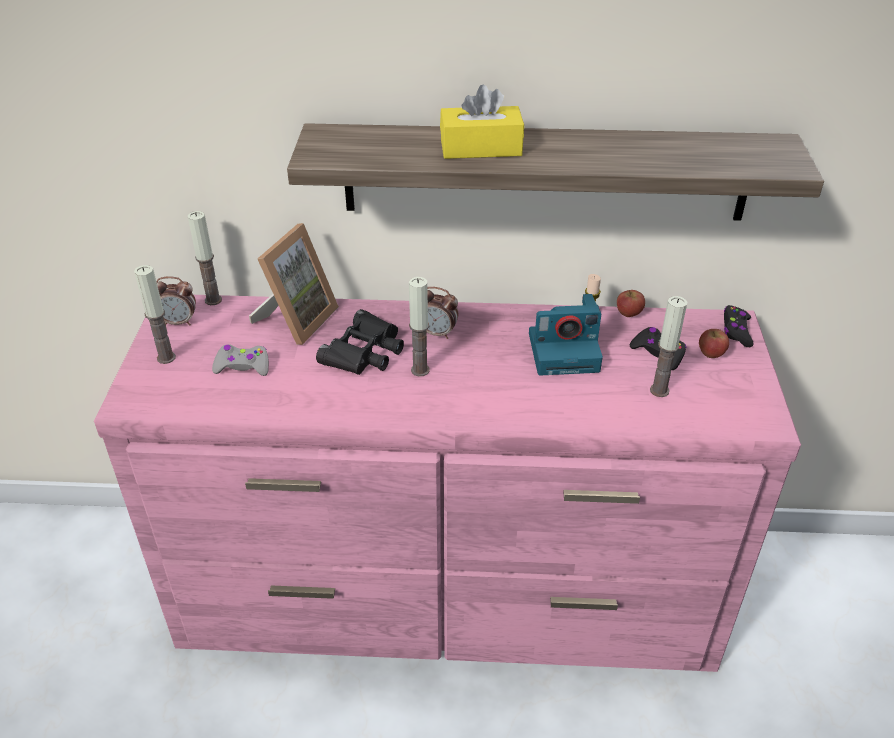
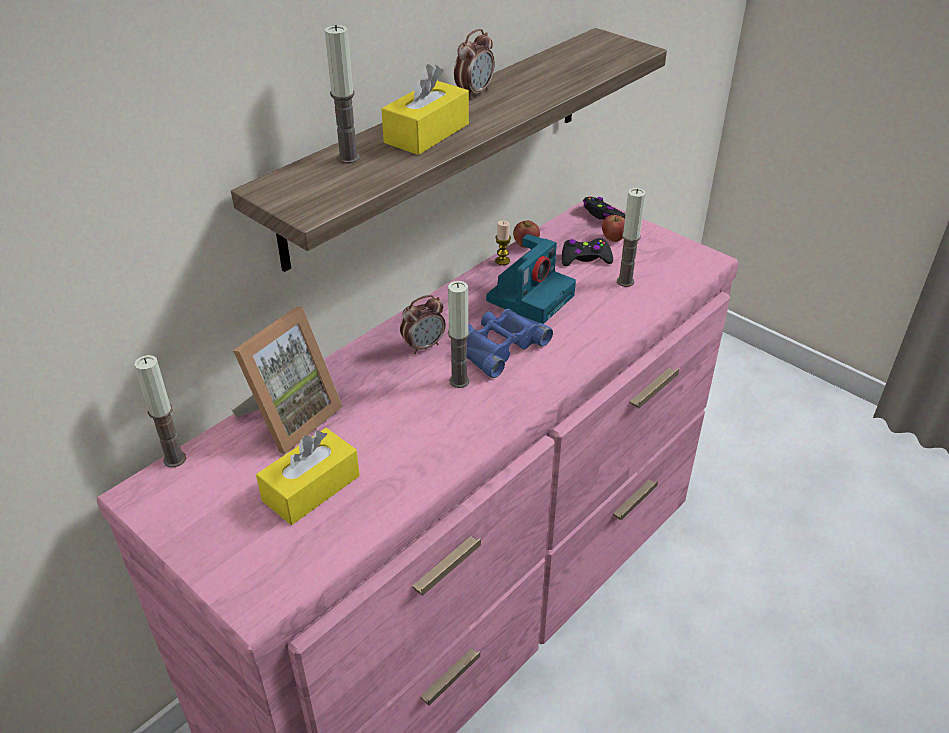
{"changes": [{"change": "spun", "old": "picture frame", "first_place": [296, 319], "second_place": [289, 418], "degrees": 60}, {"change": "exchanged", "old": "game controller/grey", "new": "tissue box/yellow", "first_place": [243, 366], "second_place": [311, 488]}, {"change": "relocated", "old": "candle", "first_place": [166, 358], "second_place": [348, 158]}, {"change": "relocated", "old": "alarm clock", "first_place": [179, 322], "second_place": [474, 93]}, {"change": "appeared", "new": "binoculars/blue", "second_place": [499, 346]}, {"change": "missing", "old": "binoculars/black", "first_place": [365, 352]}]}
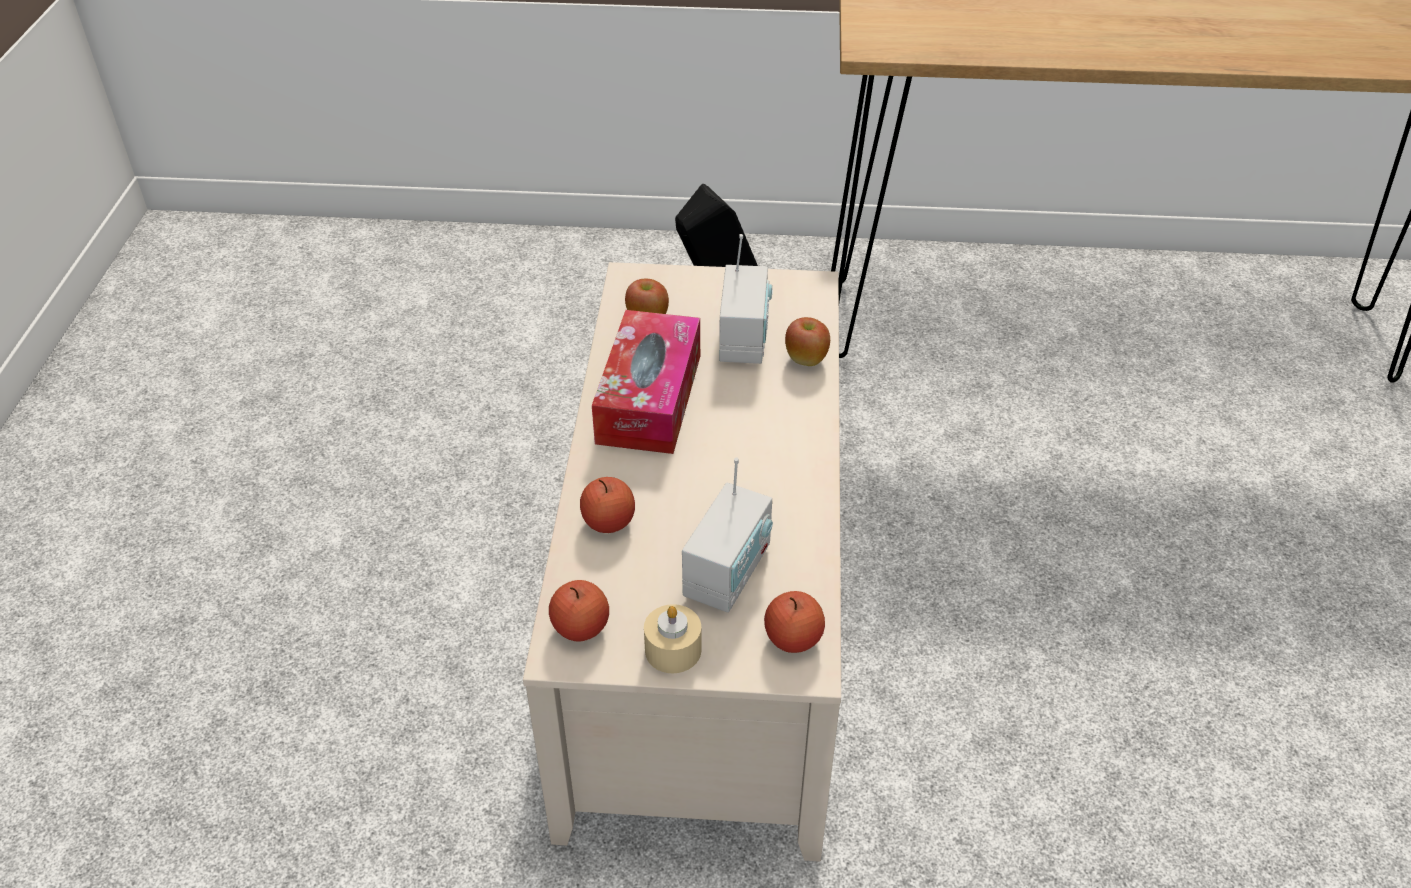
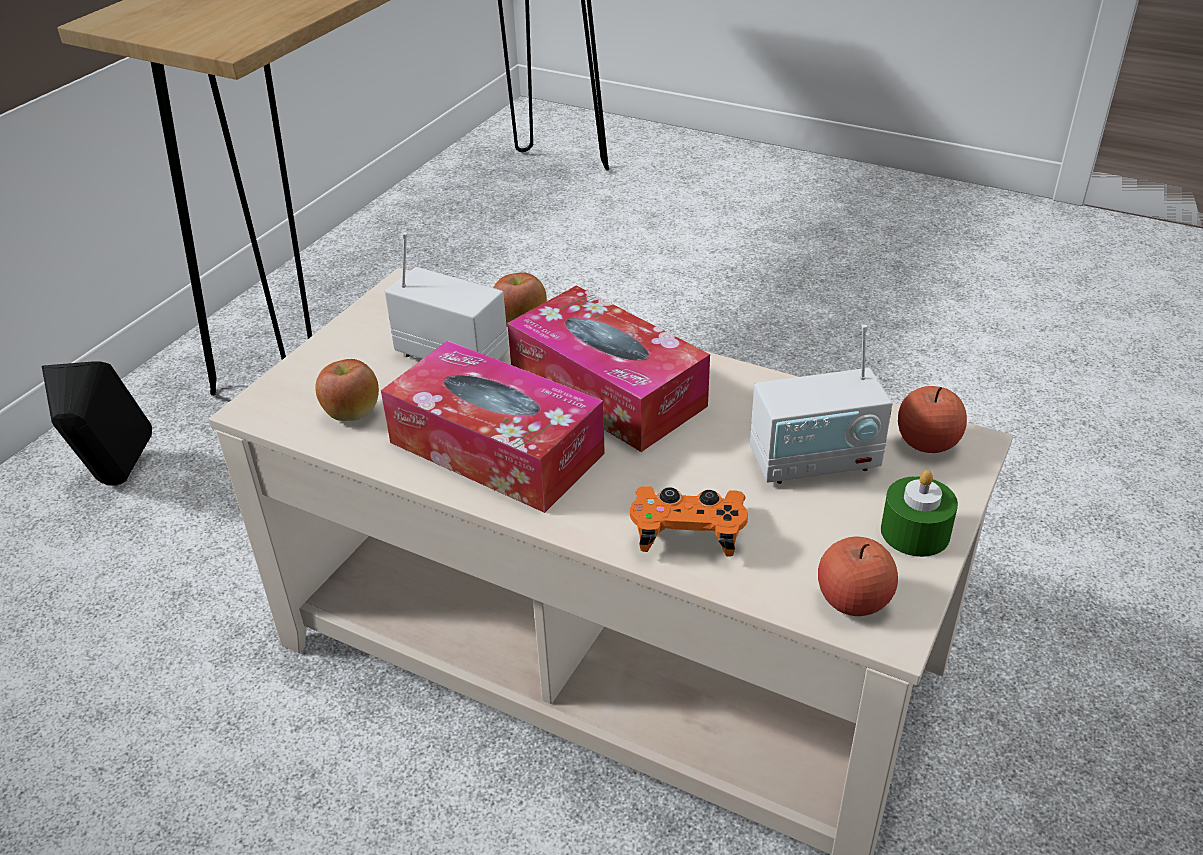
{"changes": [{"change": "appeared", "new": "tissue box", "second_place": [607, 389]}, {"change": "exchanged", "old": "apple", "new": "game controller/orange", "first_place": [608, 522], "second_place": [688, 533]}, {"change": "spun", "old": "radio", "first_place": [728, 573], "second_place": [815, 461], "degrees": 120}, {"change": "colour", "old": "candle/beige", "new": "candle/green", "first_place": [673, 650], "second_place": [915, 532]}]}
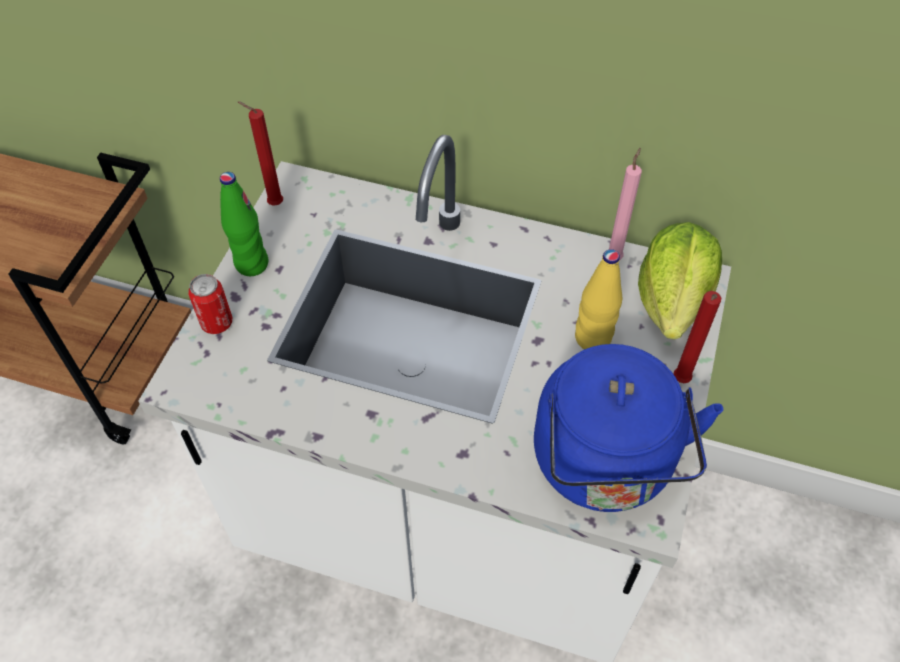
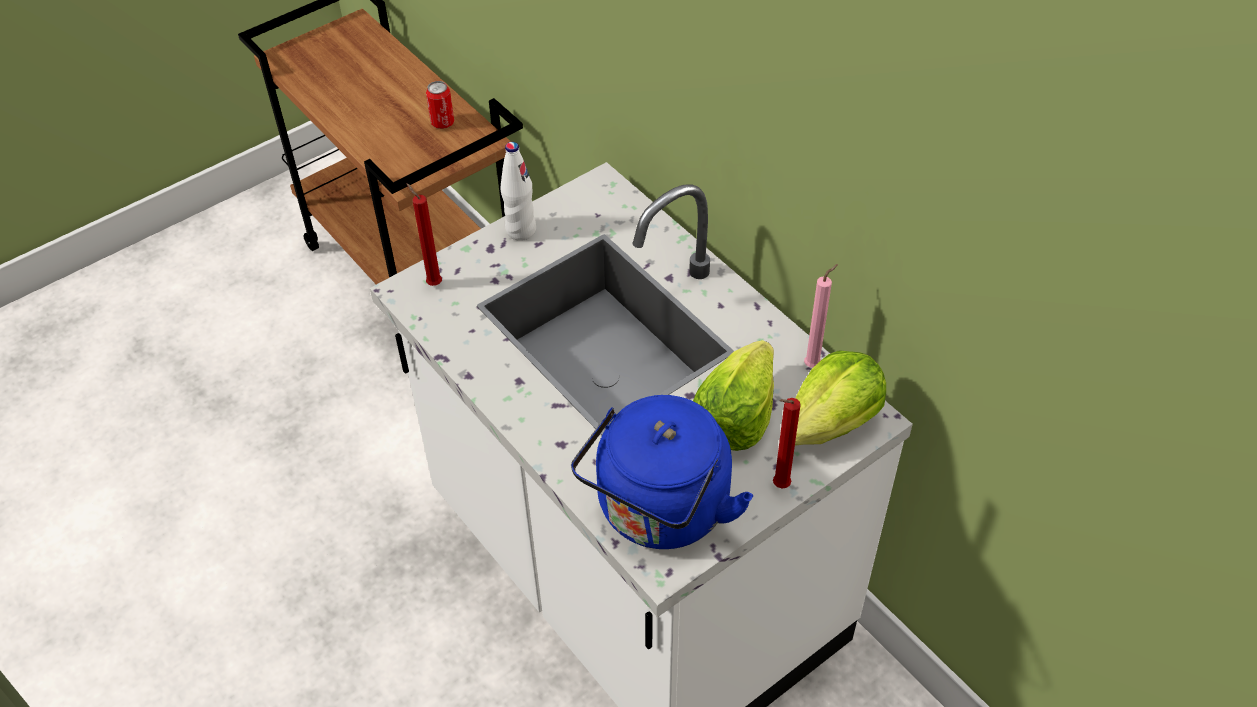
{"changes": [{"change": "relocated", "old": "candle/red", "first_place": [273, 204], "second_place": [432, 283]}, {"change": "relocated", "old": "can", "first_place": [217, 323], "second_place": [442, 123]}, {"change": "colour", "old": "bottle/green", "new": "bottle/white", "first_place": [251, 264], "second_place": [521, 230]}, {"change": "exchanged", "old": "bottle/yellow", "new": "lettuce", "first_place": [592, 338], "second_place": [736, 417]}]}
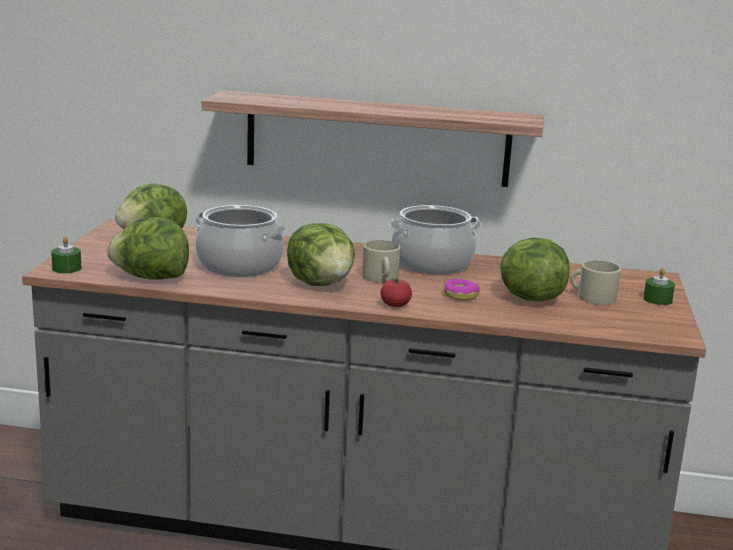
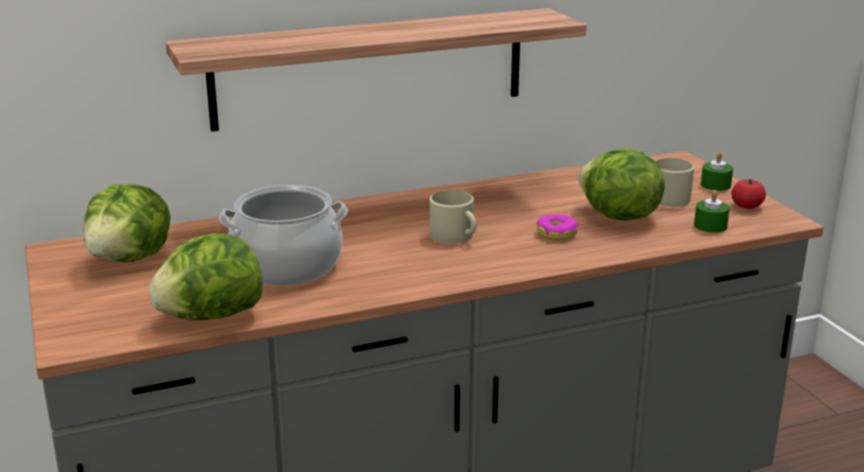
{"changes": [{"change": "relocated", "old": "candle/green", "first_place": [67, 268], "second_place": [710, 226]}, {"change": "relocated", "old": "tomato", "first_place": [395, 305], "second_place": [746, 206]}, {"change": "missing", "old": "lettuce", "first_place": [321, 283]}, {"change": "missing", "old": "cooking pot", "first_place": [432, 264]}]}
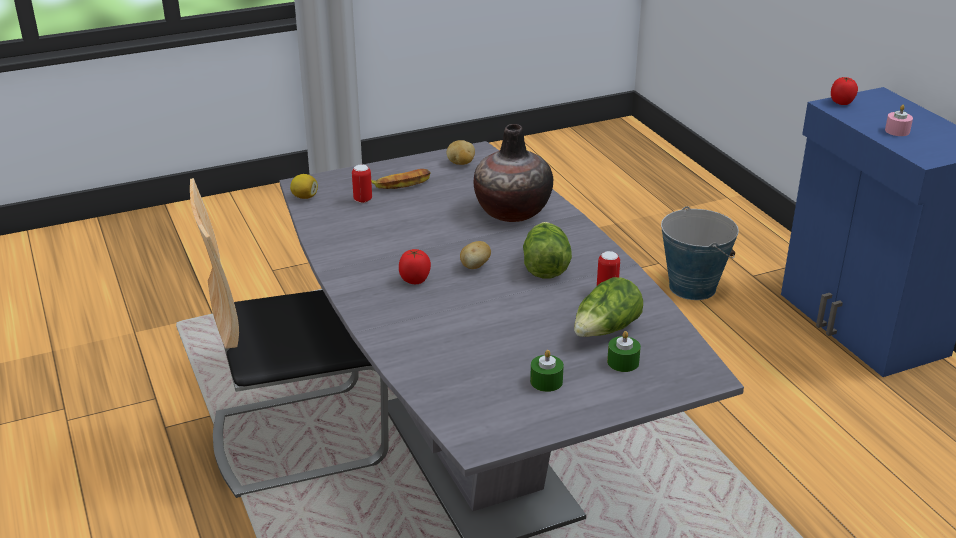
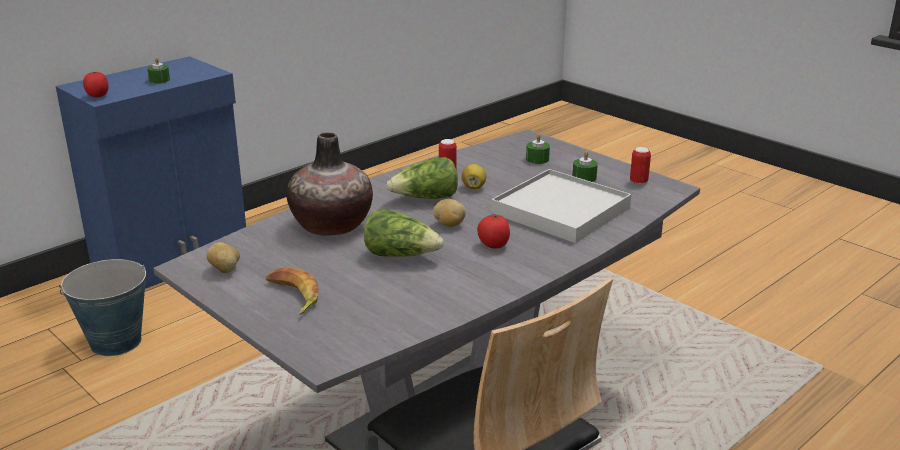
{"changes": [{"change": "colour", "old": "candle/pink", "new": "candle/green", "first_place": [897, 131], "second_place": [159, 80]}, {"change": "relocated", "old": "lettuce", "first_place": [606, 330], "second_place": [401, 255]}, {"change": "relocated", "old": "lemon", "first_place": [304, 197], "second_place": [473, 187]}, {"change": "appeared", "new": "tray/white", "second_place": [560, 210]}, {"change": "relocated", "old": "can", "first_place": [363, 200], "second_place": [638, 182]}]}
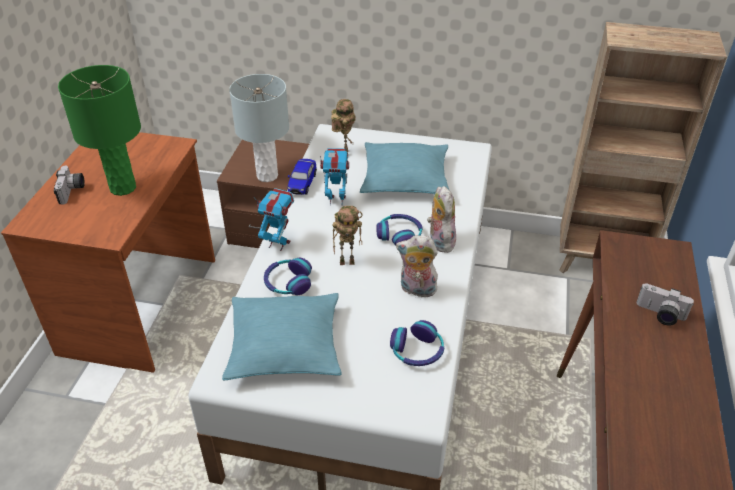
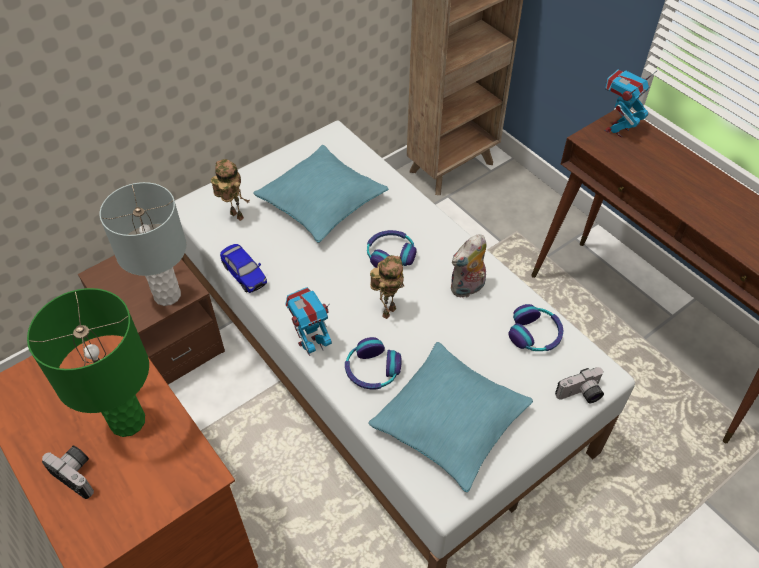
{"changes": [{"change": "relocated", "old": "photo camera", "first_place": [659, 315], "second_place": [580, 395]}, {"change": "relocated", "old": "toy robot", "first_place": [336, 200], "second_place": [616, 129]}, {"change": "missing", "old": "plush toy", "first_place": [439, 241]}]}
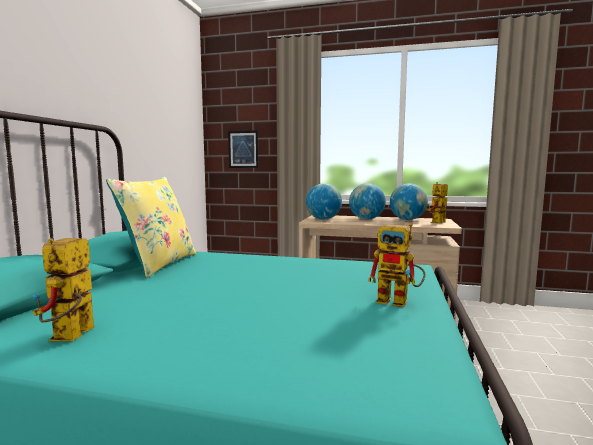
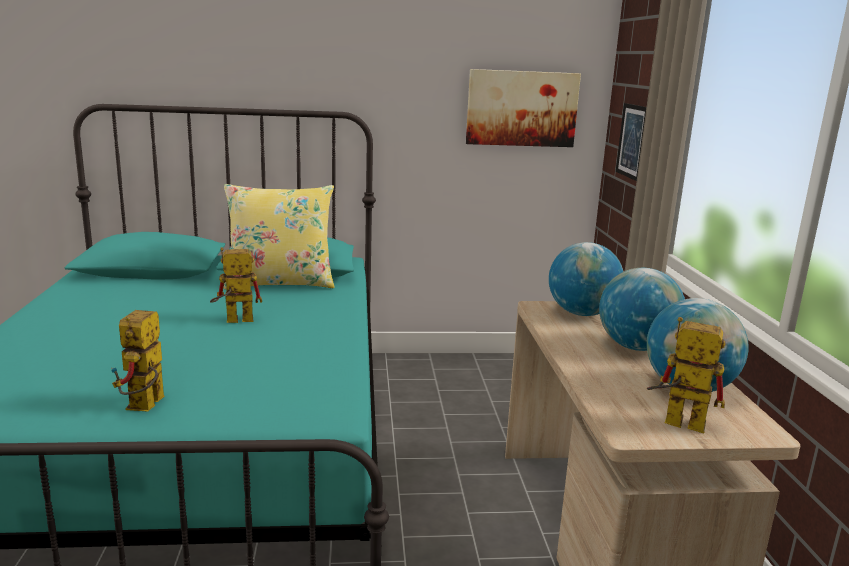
{"changes": [{"change": "relocated", "old": "toy robot", "first_place": [70, 338], "second_place": [233, 321]}, {"change": "appeared", "new": "picture", "second_place": [521, 108]}]}
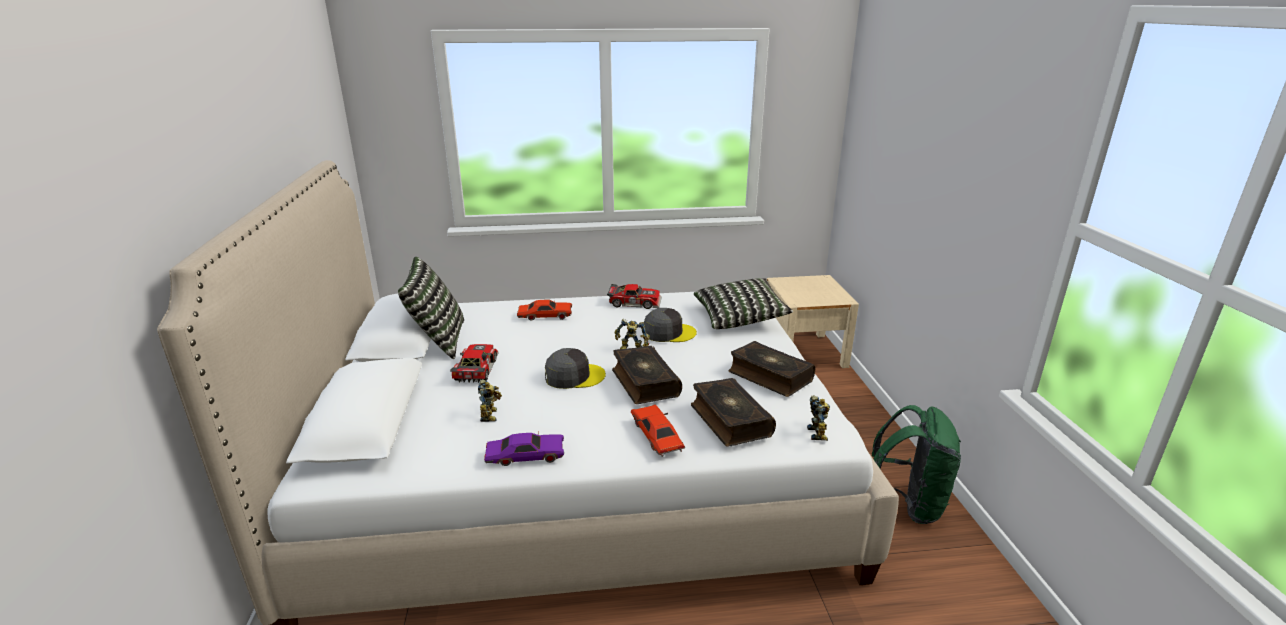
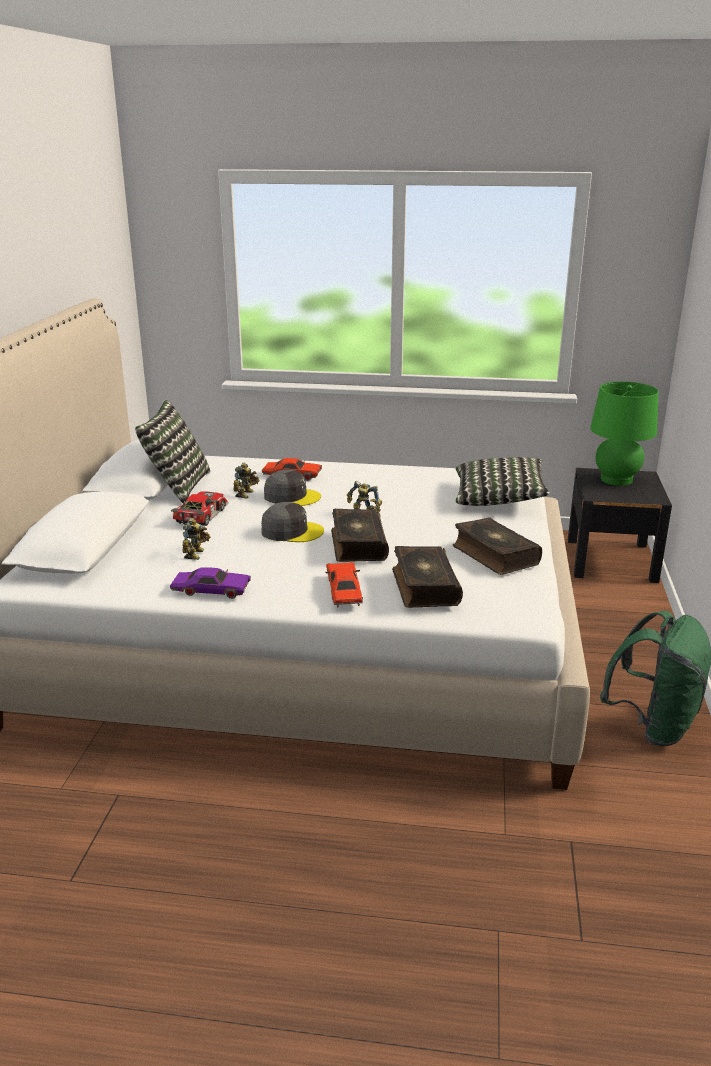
{"changes": [{"change": "relocated", "old": "toy robot", "first_place": [819, 433], "second_place": [246, 494]}, {"change": "relocated", "old": "cap/grey", "first_place": [668, 332], "second_place": [291, 496]}, {"change": "colour", "old": "nightstand/beige", "new": "nightstand/black", "first_place": [803, 352], "second_place": [611, 560]}, {"change": "appeared", "new": "table lamp/green", "second_place": [616, 479]}, {"change": "missing", "old": "toy car", "first_place": [635, 302]}]}
